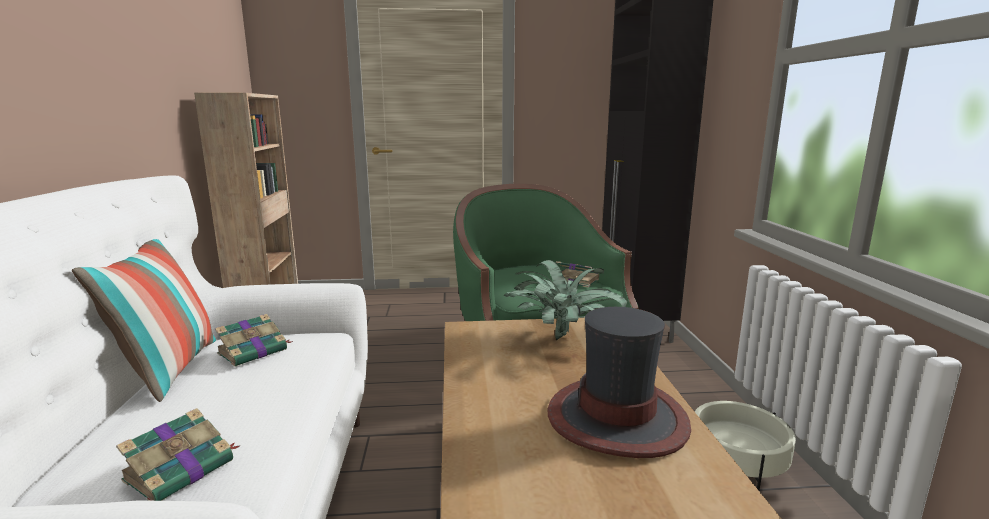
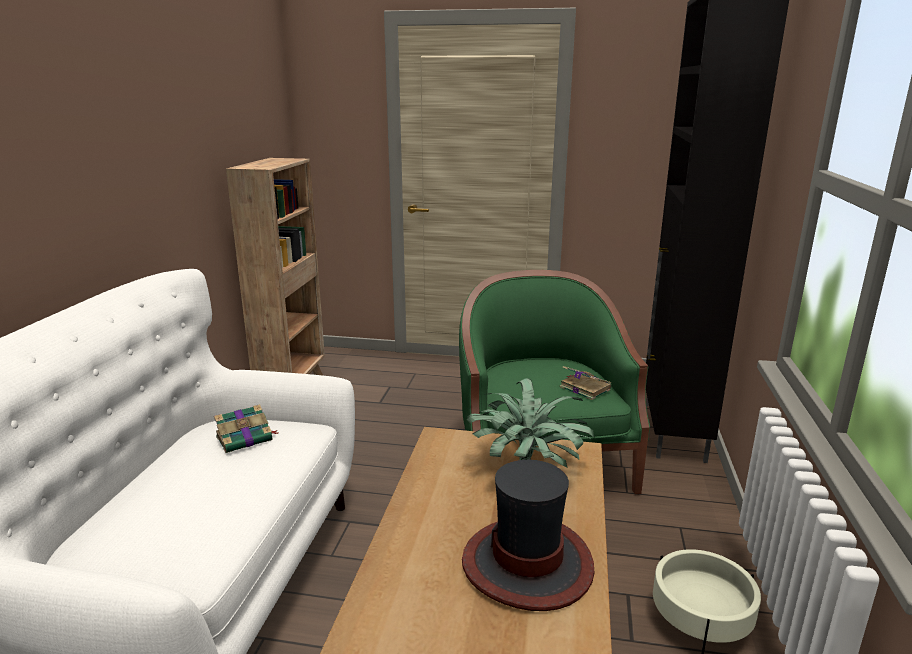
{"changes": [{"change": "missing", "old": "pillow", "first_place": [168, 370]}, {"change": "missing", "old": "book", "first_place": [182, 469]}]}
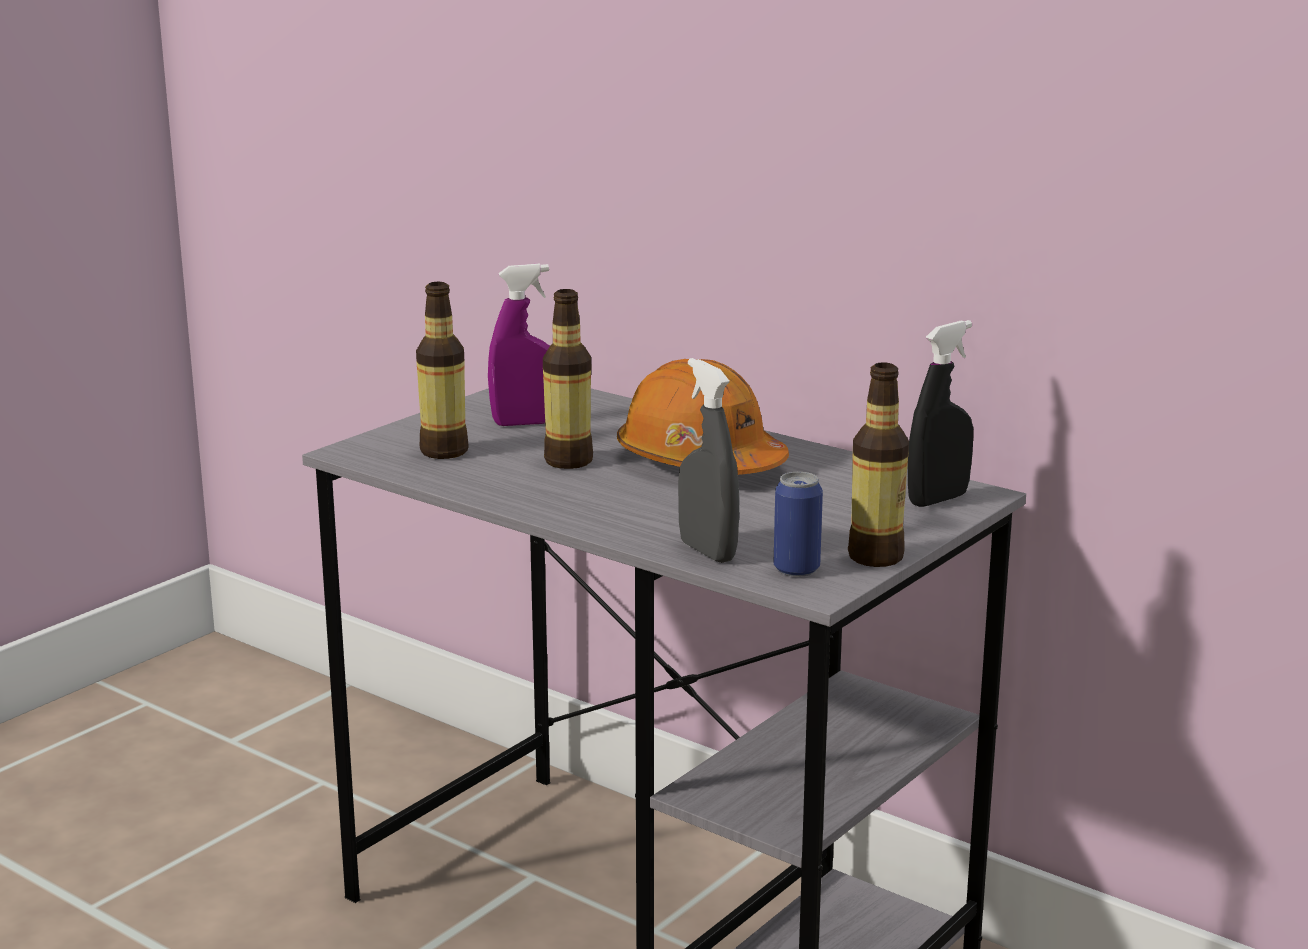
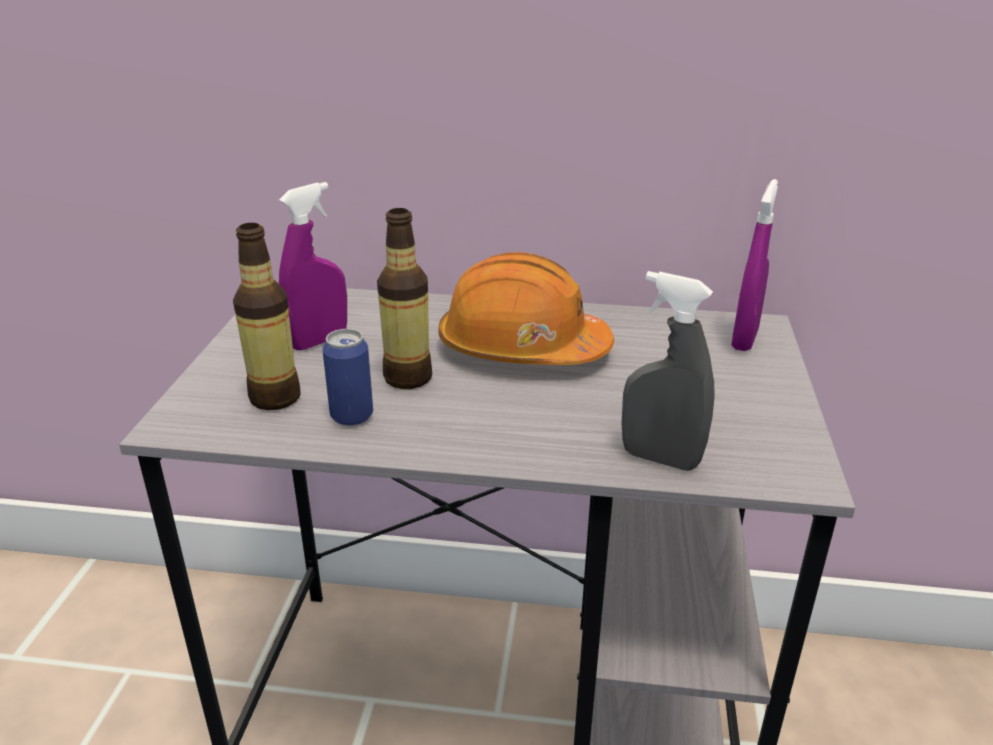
{"changes": [{"change": "relocated", "old": "can", "first_place": [796, 569], "second_place": [352, 416]}, {"change": "colour", "old": "spray bottle/black", "new": "spray bottle/purple", "first_place": [938, 499], "second_place": [744, 339]}, {"change": "missing", "old": "bottle", "first_place": [875, 557]}]}
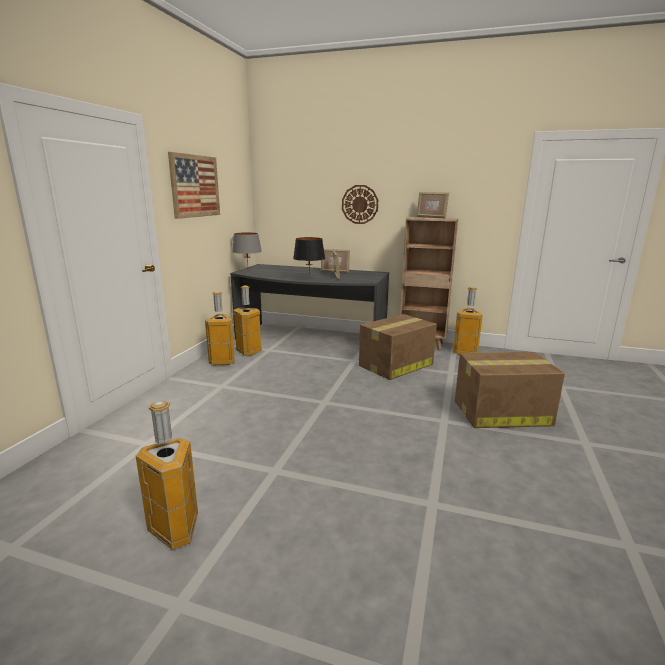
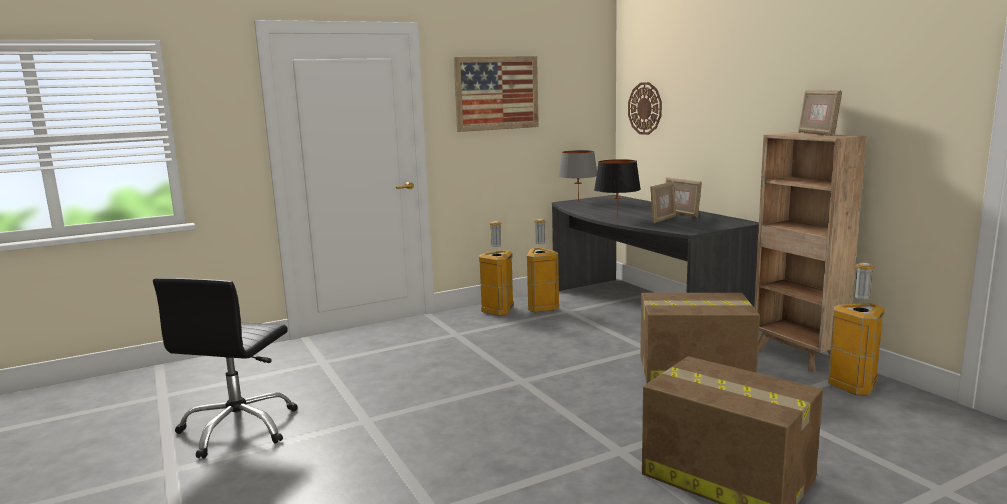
{"changes": [{"change": "exchanged", "old": "trash can", "new": "office chair/black", "first_place": [175, 531], "second_place": [239, 428]}, {"change": "relocated", "old": "wall clock", "first_place": [360, 204], "second_place": [645, 108]}]}
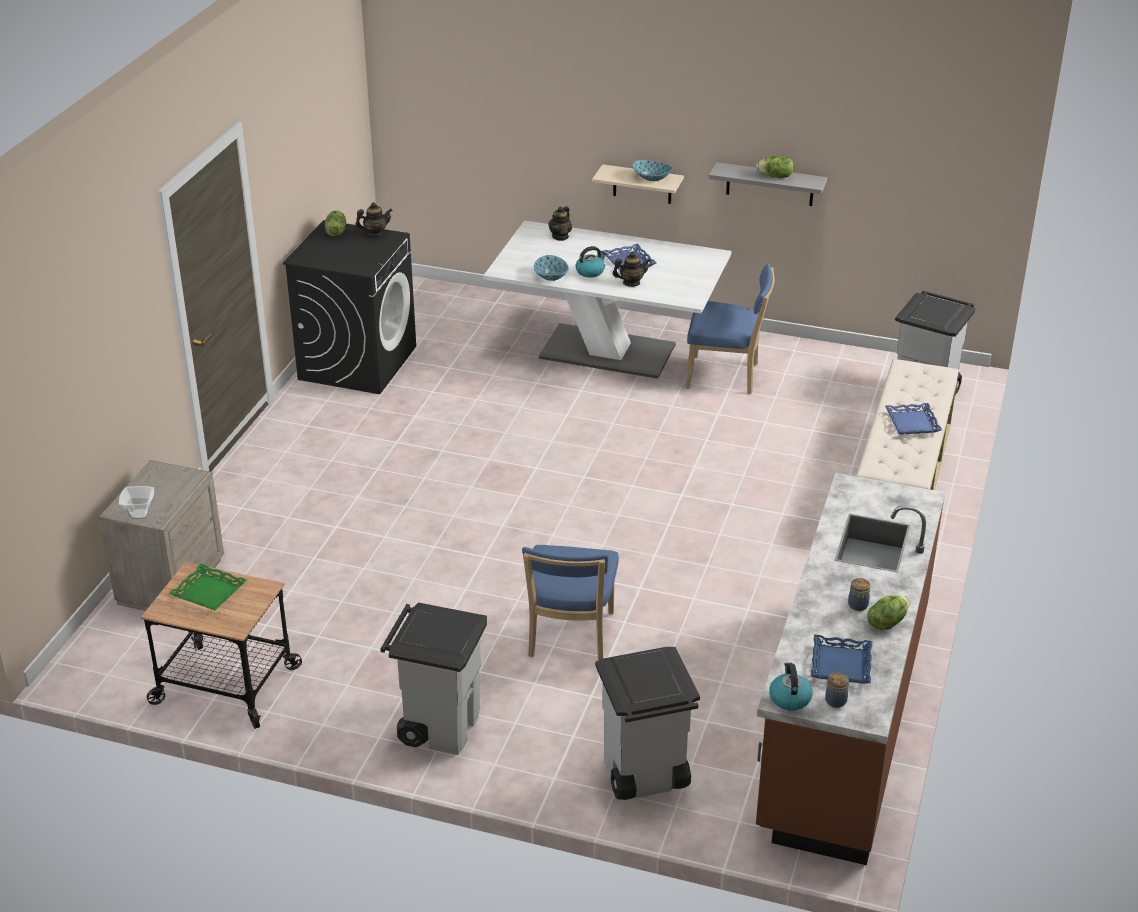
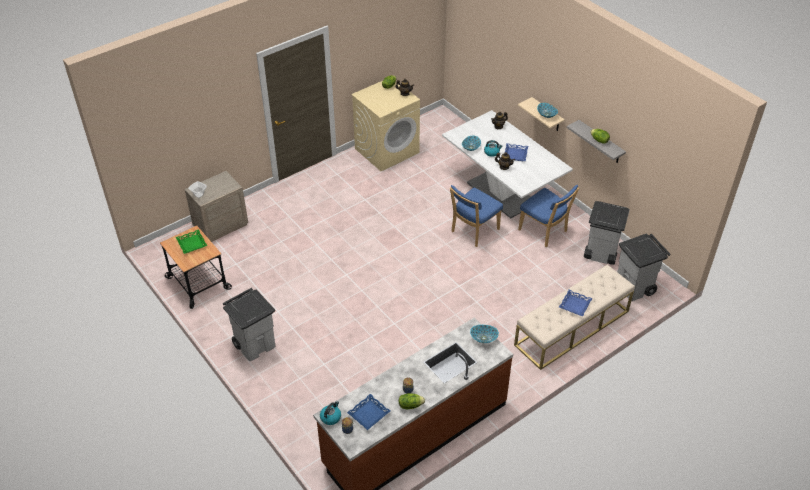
{"changes": [{"change": "colour", "old": "washing machine/black", "new": "washing machine/beige", "first_place": [357, 362], "second_place": [387, 150]}, {"change": "relocated", "old": "chair/blue", "first_place": [569, 638], "second_place": [473, 231]}, {"change": "appeared", "new": "bowl", "second_place": [483, 338]}, {"change": "relocated", "old": "trash can/grey", "first_place": [643, 776], "second_place": [600, 254]}]}
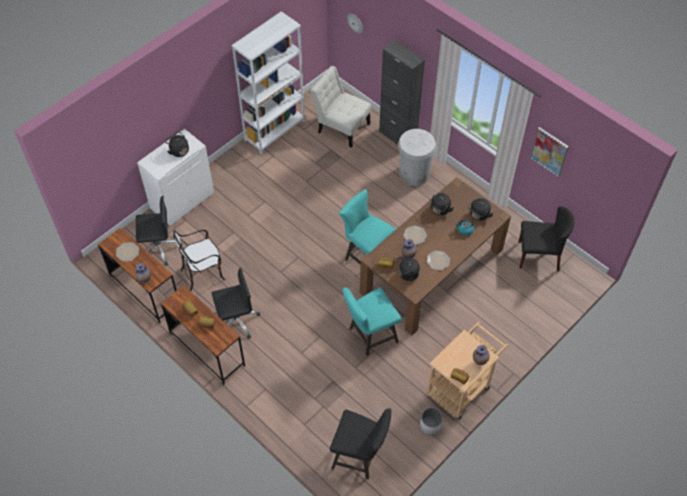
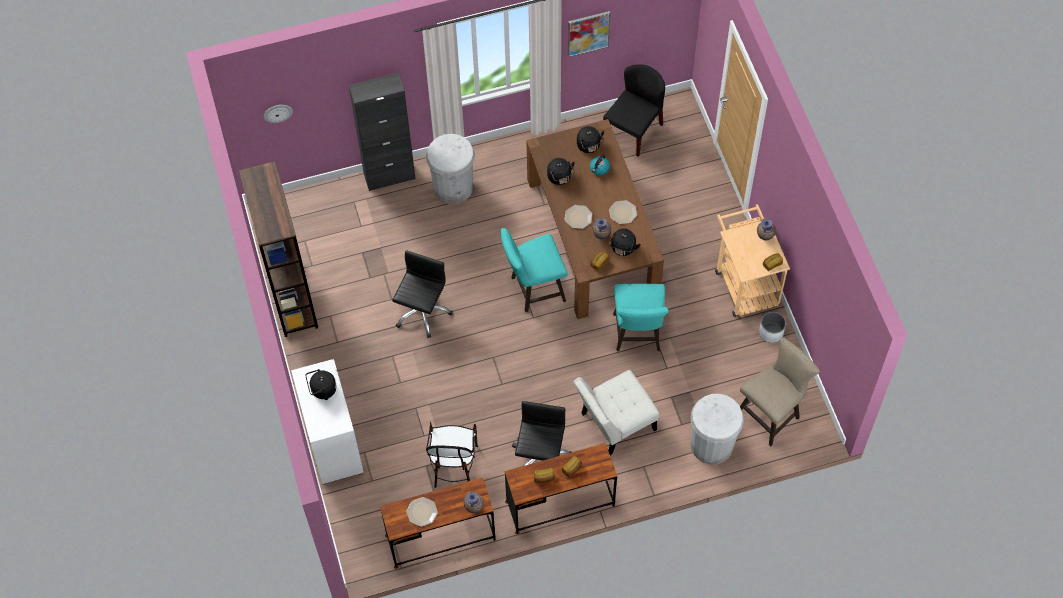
{"changes": [{"change": "colour", "old": "bookcase/white", "new": "bookcase/brown", "first_place": [275, 130], "second_place": [292, 297]}, {"change": "relocated", "old": "office chair/black", "first_place": [159, 247], "second_place": [422, 312]}, {"change": "relocated", "old": "chair/white", "first_place": [341, 126], "second_place": [614, 423]}, {"change": "appeared", "new": "trash can/white", "second_place": [711, 445]}, {"change": "colour", "old": "stool/black", "new": "stool/beige", "first_place": [360, 457], "second_place": [771, 413]}]}
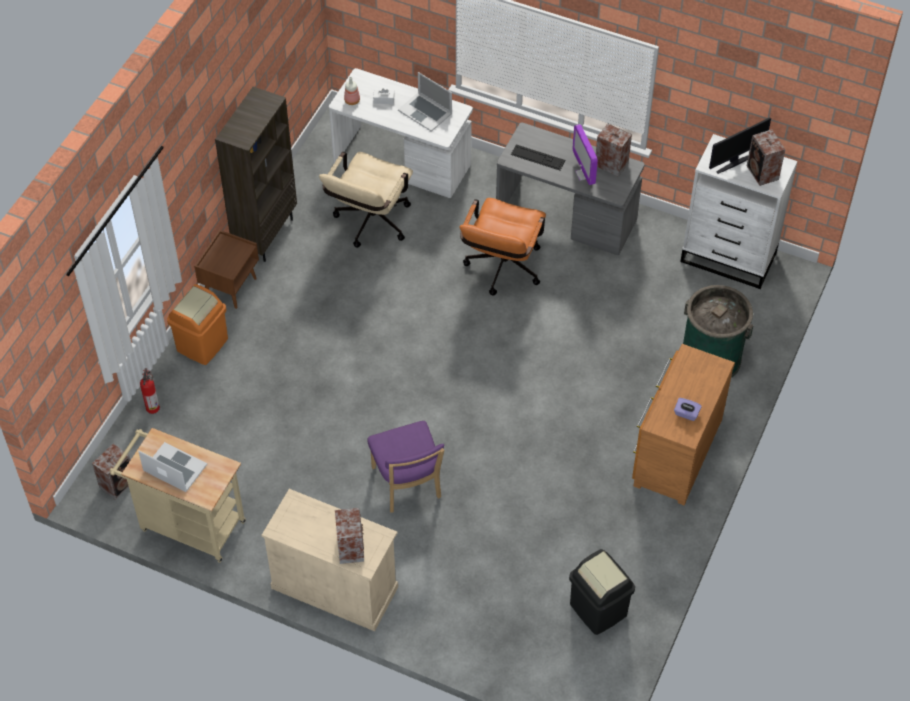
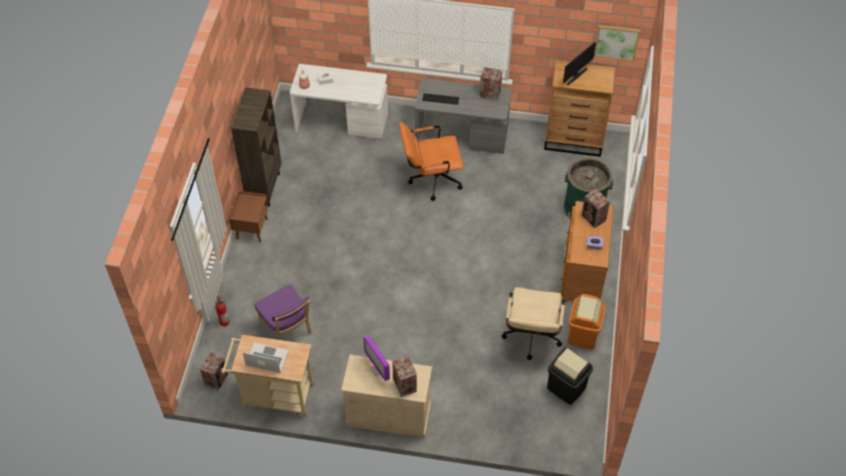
{"changes": [{"change": "relocated", "old": "chair/purple", "first_place": [407, 485], "second_place": [287, 330]}, {"change": "relocated", "old": "monitor", "first_place": [584, 174], "second_place": [378, 369]}, {"change": "spun", "old": "office chair/orange", "first_place": [501, 271], "second_place": [430, 179], "degrees": 75}, {"change": "relocated", "old": "office chair/beige", "first_place": [369, 225], "second_place": [531, 339]}, {"change": "colour", "old": "dresser/white", "new": "dresser/brown", "first_place": [729, 258], "second_place": [574, 141]}, {"change": "relocated", "old": "trash can/orange", "first_place": [202, 344], "second_place": [582, 334]}, {"change": "relocated", "old": "speaker", "first_place": [762, 173], "second_place": [593, 218]}, {"change": "appeared", "new": "picture", "second_place": [616, 42]}, {"change": "missing", "old": "laptop", "first_place": [425, 112]}]}
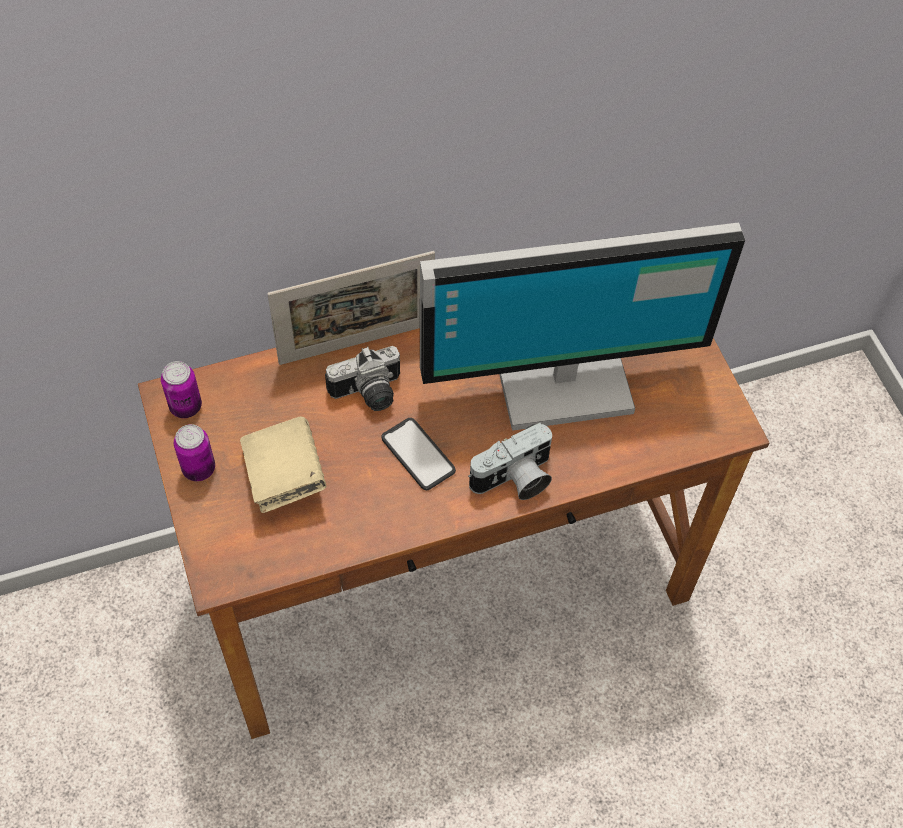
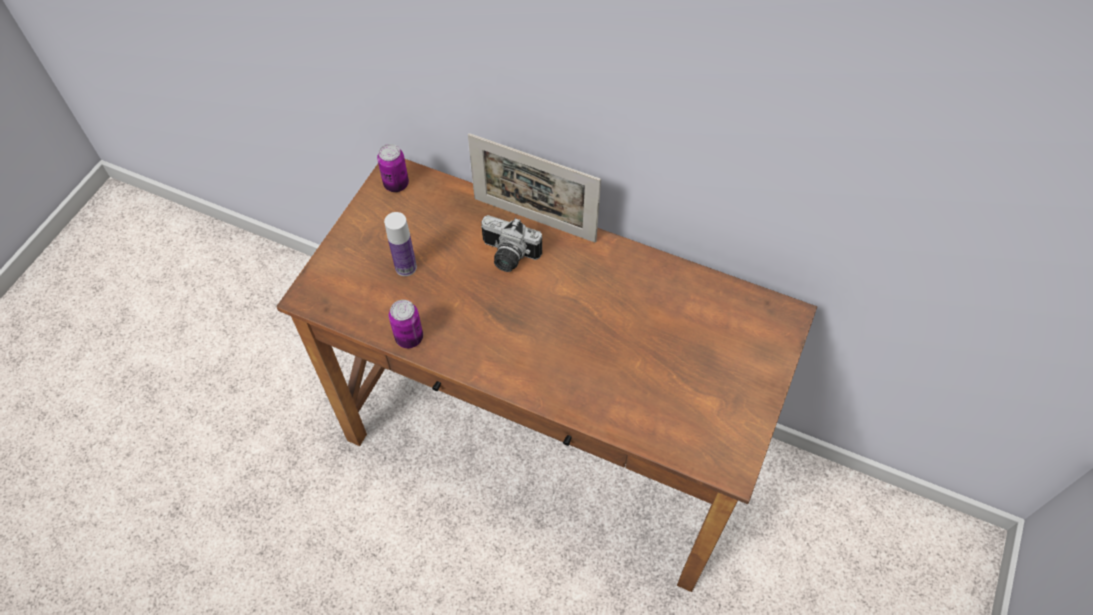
{"changes": [{"change": "exchanged", "old": "book/beige", "new": "bottle", "first_place": [284, 476], "second_place": [406, 267]}, {"change": "relocated", "old": "can", "first_place": [199, 469], "second_place": [409, 338]}, {"change": "missing", "old": "phone", "first_place": [418, 454]}, {"change": "missing", "old": "monitor", "first_place": [561, 378]}, {"change": "missing", "old": "photo camera", "first_place": [514, 480]}]}
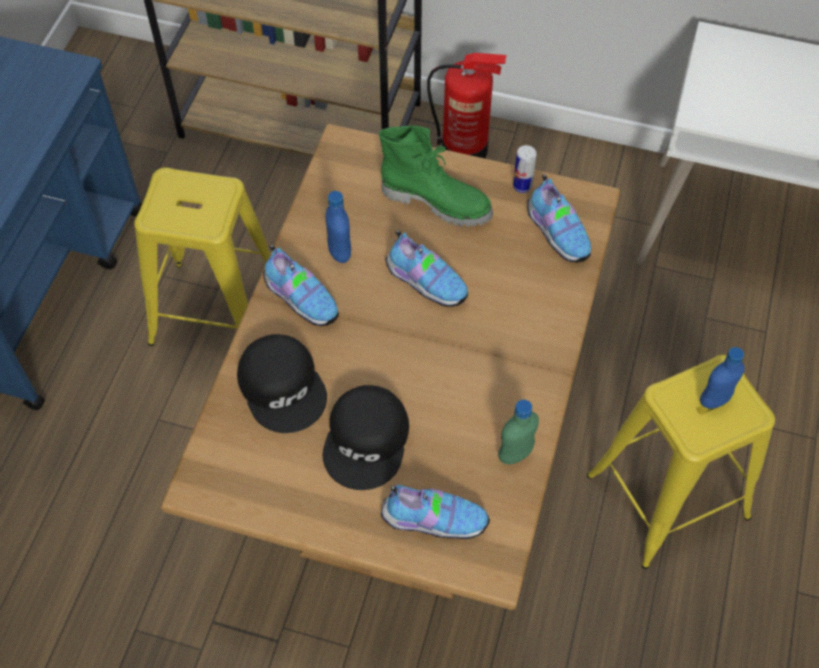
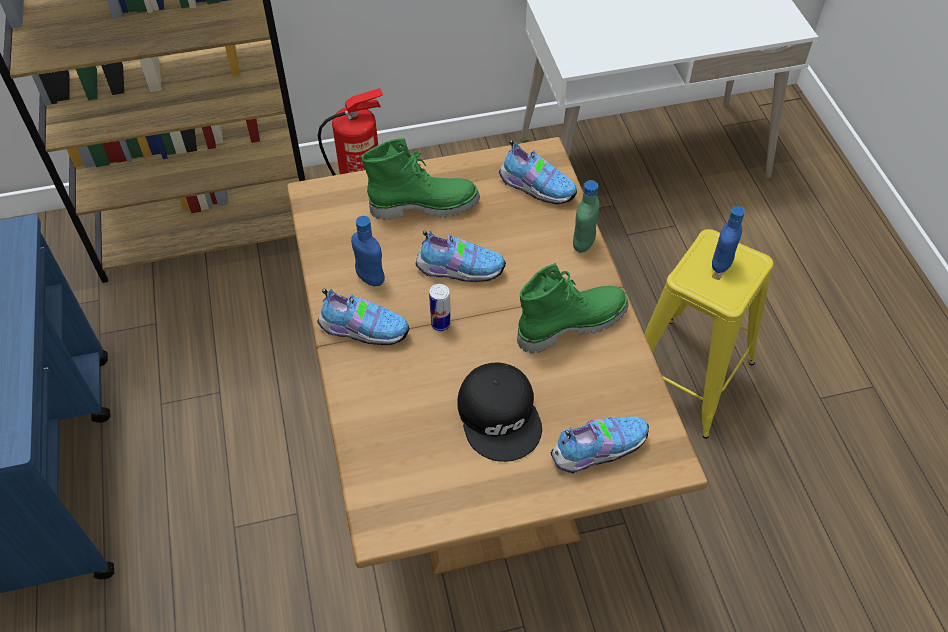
{"changes": [{"change": "relocated", "old": "can", "first_place": [522, 186], "second_place": [440, 324]}, {"change": "appeared", "new": "boot/green", "second_place": [571, 324]}, {"change": "relocated", "old": "bottle/green", "first_place": [515, 453], "second_place": [583, 243]}, {"change": "missing", "old": "stool/yellow", "first_place": [217, 311]}, {"change": "missing", "old": "cap/black", "first_place": [283, 387]}]}
